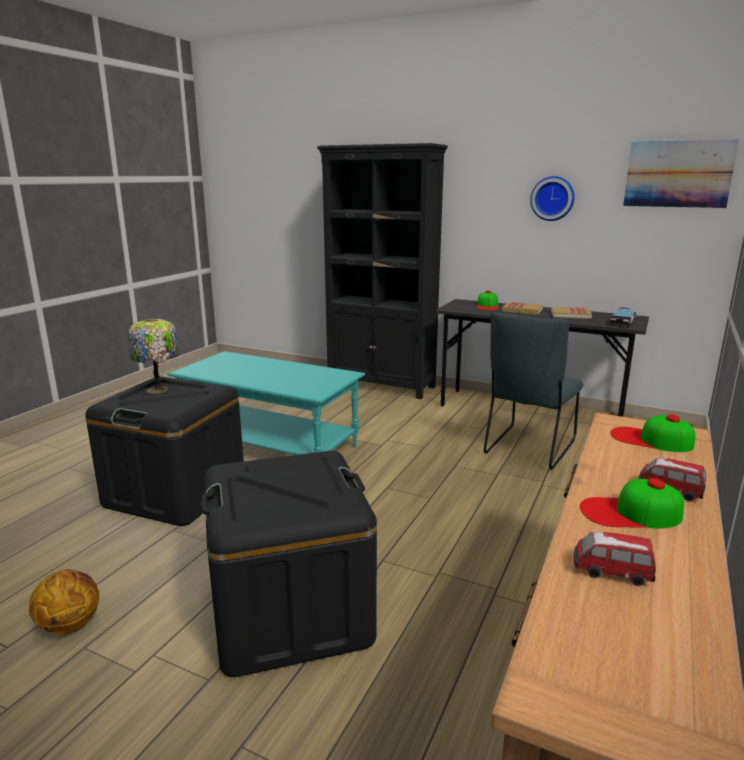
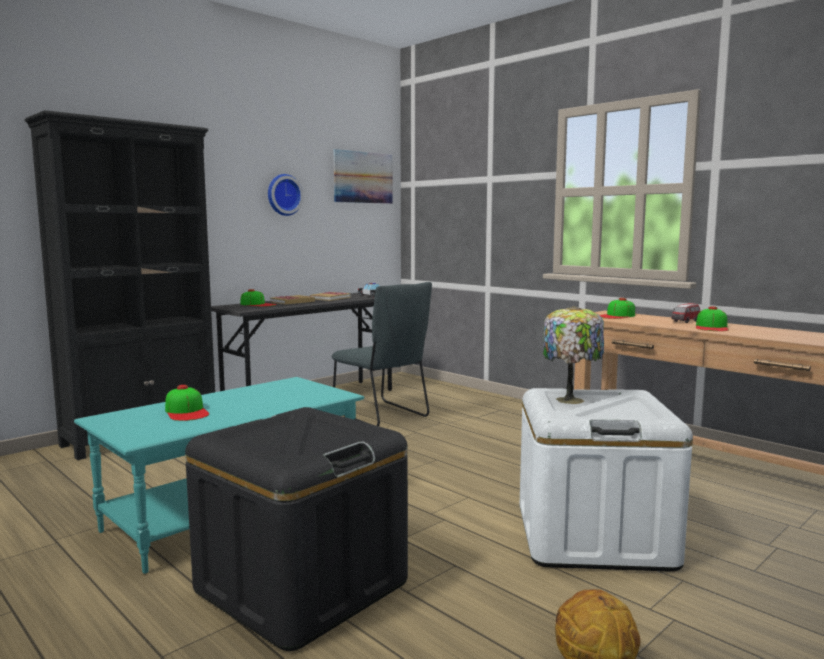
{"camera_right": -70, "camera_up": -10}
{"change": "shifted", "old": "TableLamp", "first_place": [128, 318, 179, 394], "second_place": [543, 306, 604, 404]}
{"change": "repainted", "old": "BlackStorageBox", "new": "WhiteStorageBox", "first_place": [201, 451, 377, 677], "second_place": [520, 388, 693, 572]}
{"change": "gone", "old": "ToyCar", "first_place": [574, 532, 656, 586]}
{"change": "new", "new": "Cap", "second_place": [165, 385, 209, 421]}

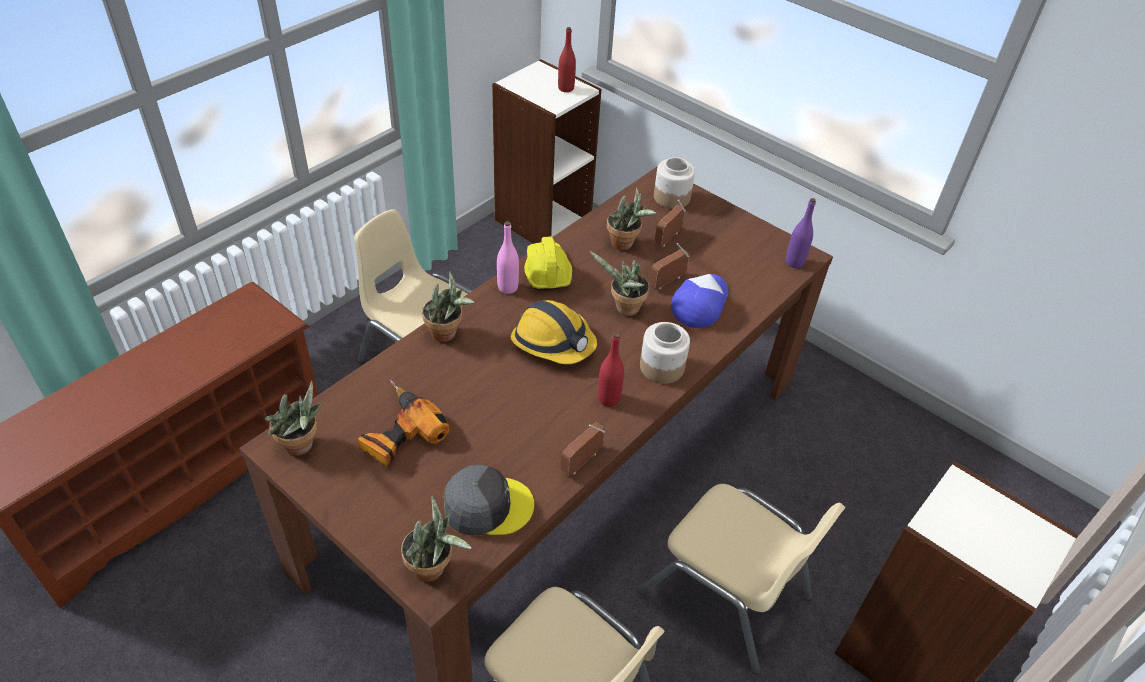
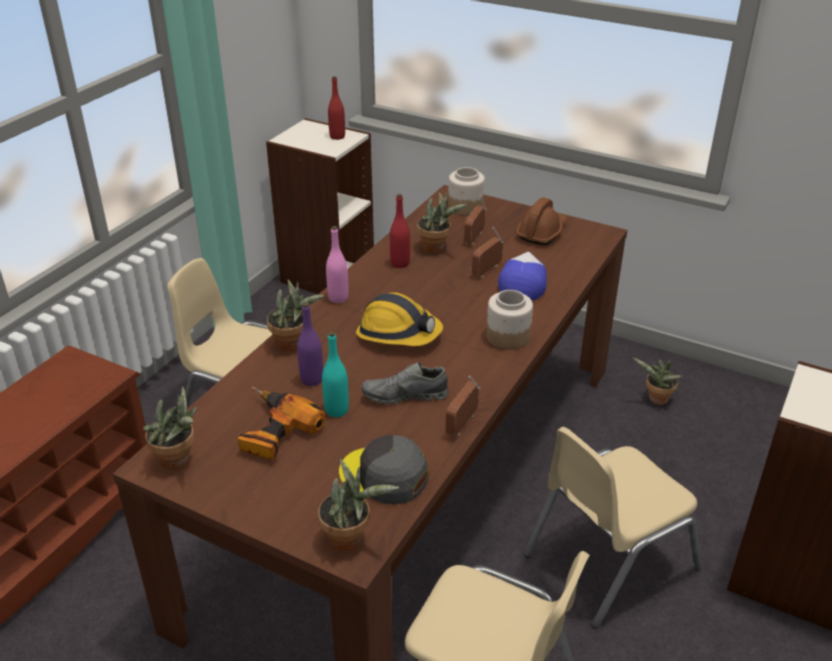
{"camera_right": -10, "camera_up": -10}
{"change": "rotated", "old": "GreyCap", "first_place": [444, 465, 534, 536], "second_place": [339, 435, 429, 505], "degrees": -135}
{"change": "gone", "old": "YellowHardHat", "first_place": [524, 237, 572, 289]}
{"change": "shifted", "old": "PottedPlant", "first_place": [589, 250, 649, 316], "second_place": [632, 357, 683, 405]}
{"change": "shifted", "old": "RedBottle", "first_place": [598, 333, 624, 407], "second_place": [390, 194, 410, 268]}
{"change": "rotated", "old": "BeigeChair", "first_place": [638, 484, 845, 675], "second_place": [524, 427, 701, 629], "degrees": 120}
{"change": "shifted", "old": "PurpleBottle", "first_place": [786, 198, 816, 268], "second_place": [297, 302, 323, 386]}
{"change": "new", "new": "TurquoiseBottle", "second_place": [322, 331, 349, 417]}
{"change": "new", "new": "GreyShoe", "second_place": [361, 362, 449, 405]}
{"change": "new", "new": "BrownHardHat", "second_place": [516, 198, 567, 245]}

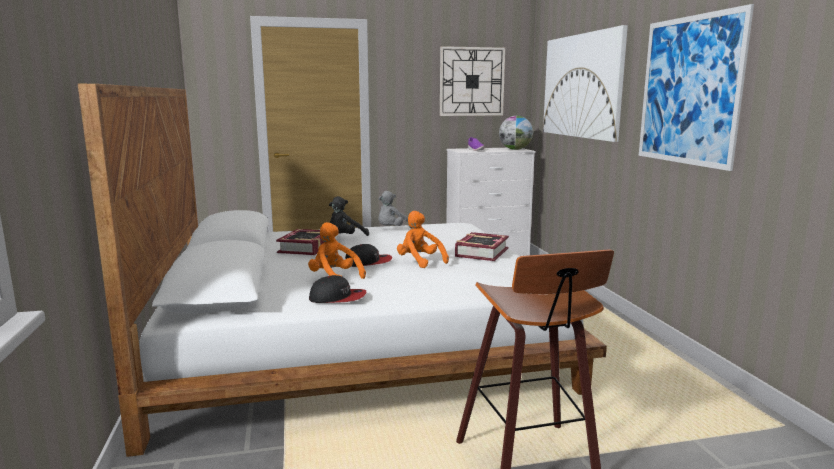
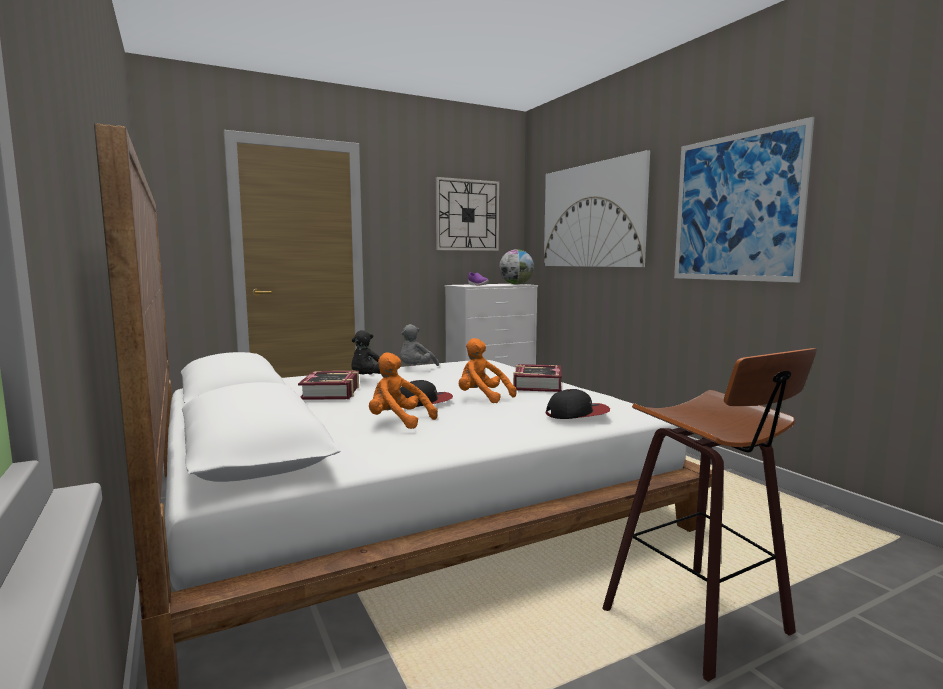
{"camera_right": -15, "camera_up": -5}
{"change": "shifted", "old": "Cap", "first_place": [309, 275, 367, 303], "second_place": [546, 389, 610, 419]}

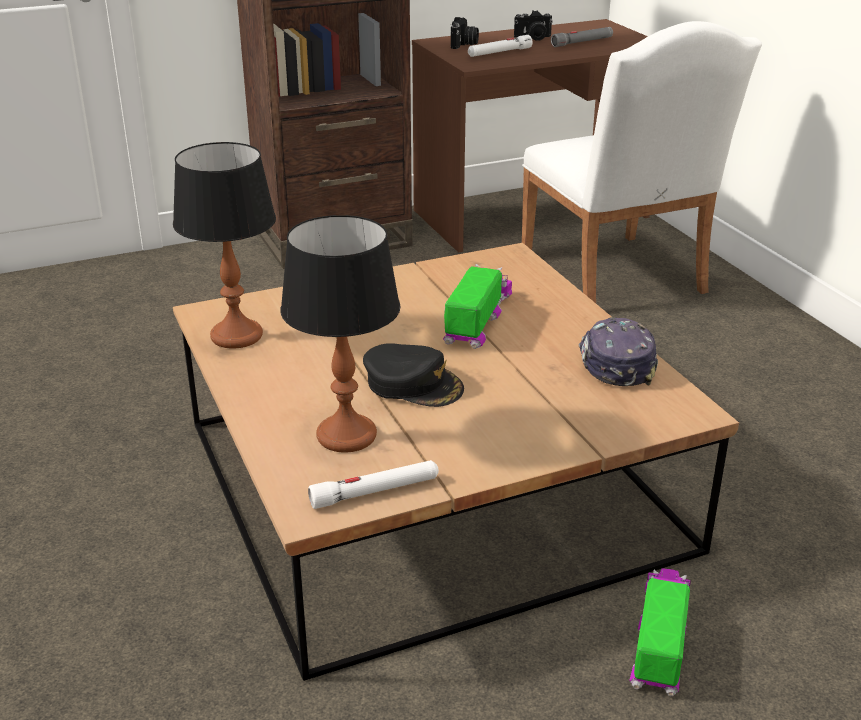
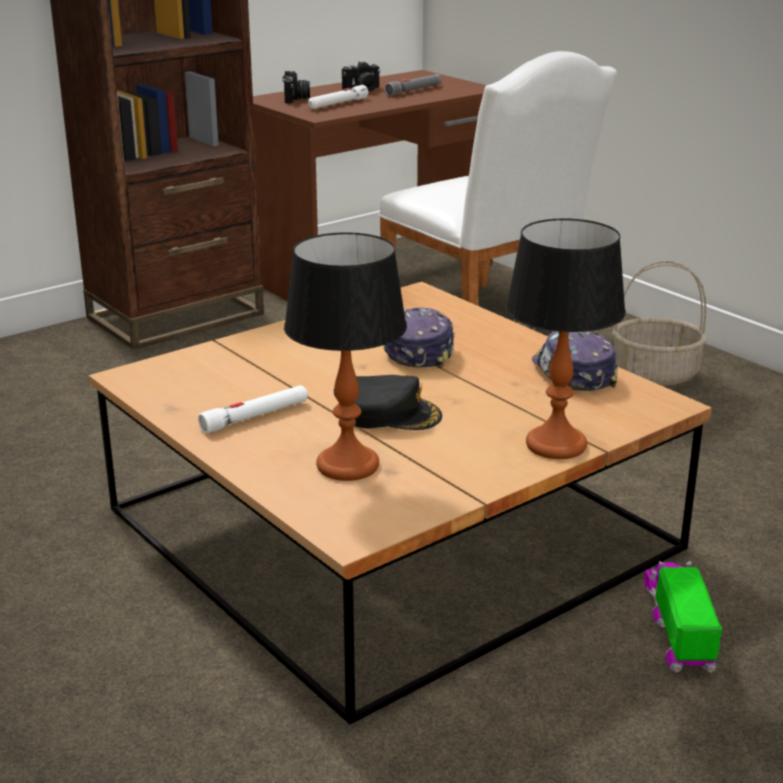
{"camera_right": -15, "camera_up": -5}
{"change": "shifted", "old": "TableLamp", "first_place": [173, 142, 276, 348], "second_place": [506, 219, 626, 459]}
{"change": "shifted", "old": "WhiteFlashlight", "first_place": [308, 460, 439, 509], "second_place": [198, 385, 308, 433]}
{"change": "swapped", "old": "ToyTruck", "new": "Cap", "first_place": [443, 264, 512, 349], "second_place": [383, 308, 455, 368]}
{"change": "new", "new": "Basket", "second_place": [612, 261, 707, 386]}

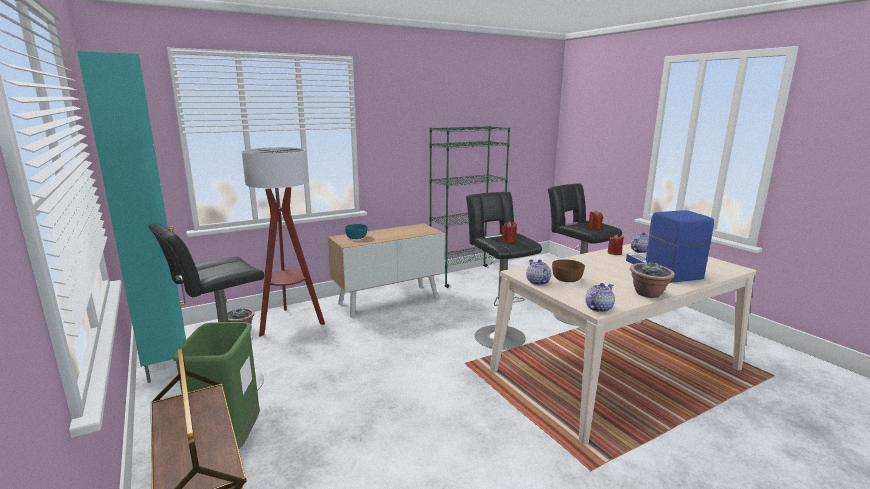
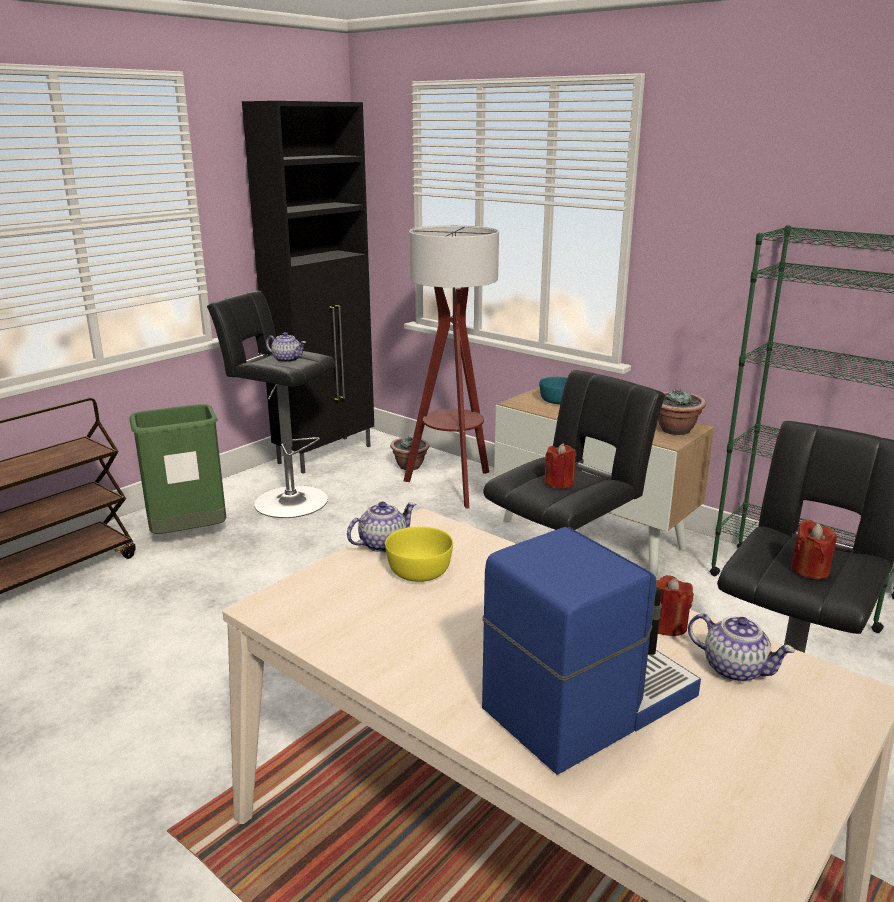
{"camera_right": 70, "camera_up": 5}
{"change": "repainted", "old": "TurquoiseCabinet", "new": "BlackCabinet", "first_place": [77, 51, 186, 383], "second_place": [242, 101, 374, 474]}
{"change": "repainted", "old": "BrownBowl", "new": "YellowBowl", "first_place": [552, 259, 585, 282], "second_place": [385, 526, 453, 582]}
{"change": "shifted", "old": "Teapot", "first_place": [585, 283, 615, 312], "second_place": [266, 332, 306, 363]}
{"change": "shifted", "old": "PottedPlant", "first_place": [630, 261, 675, 298], "second_place": [658, 390, 706, 435]}

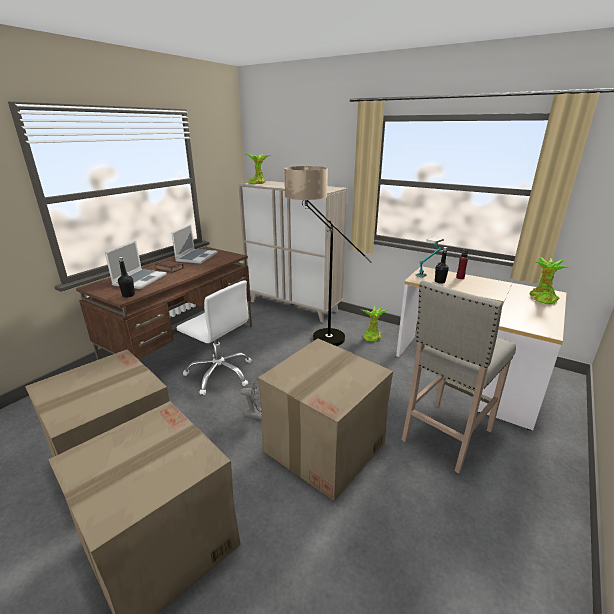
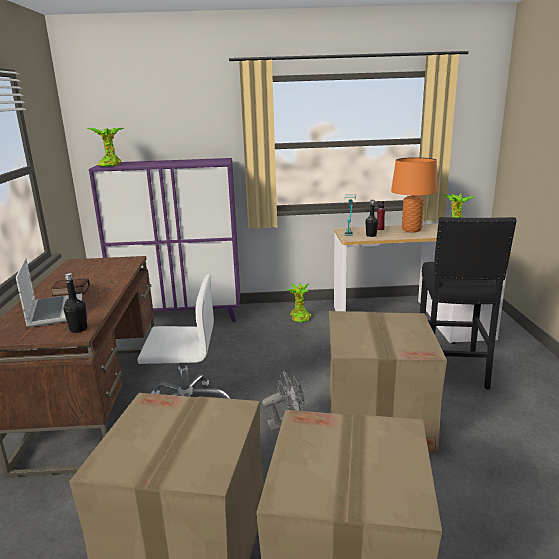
{"camera_right": -35, "camera_up": -5}
{"change": "gone", "old": "Laptop", "first_place": [171, 224, 218, 264]}
{"change": "repainted", "old": "BeigeCabinet", "new": "PurpleCabinet", "first_place": [239, 181, 348, 323], "second_place": [89, 158, 240, 322]}
{"change": "gone", "old": "FloorLamp", "first_place": [284, 166, 372, 346]}
{"change": "repainted", "old": "BeigeStool", "new": "BlackStool", "first_place": [402, 280, 516, 473], "second_place": [420, 217, 517, 390]}
{"change": "new", "new": "OrangeTableLamp", "second_place": [391, 157, 438, 232]}

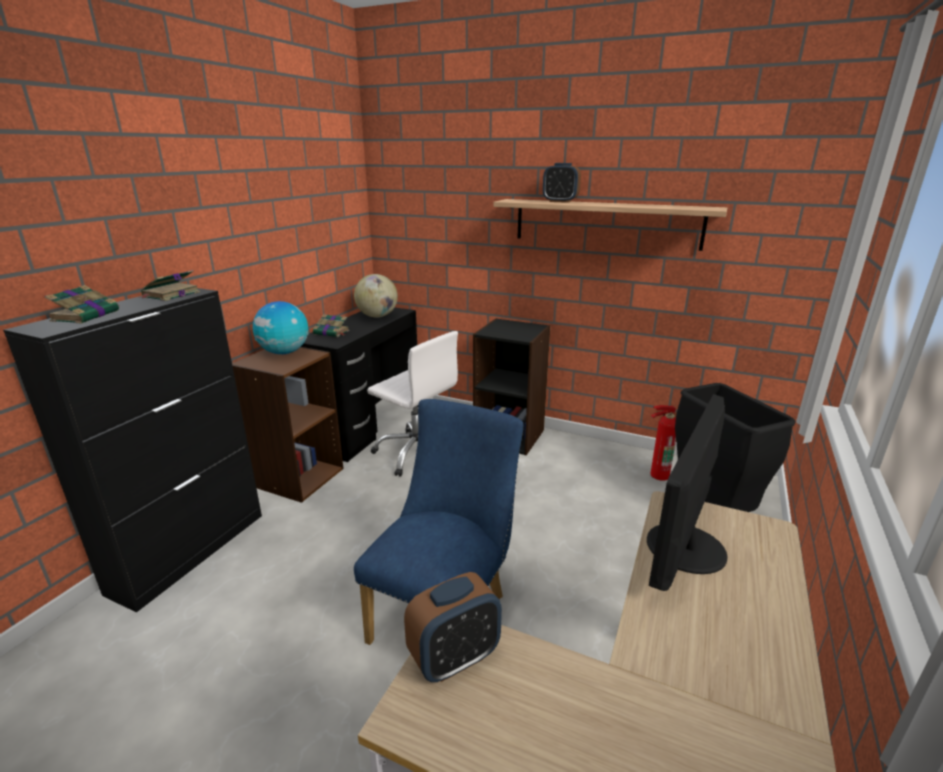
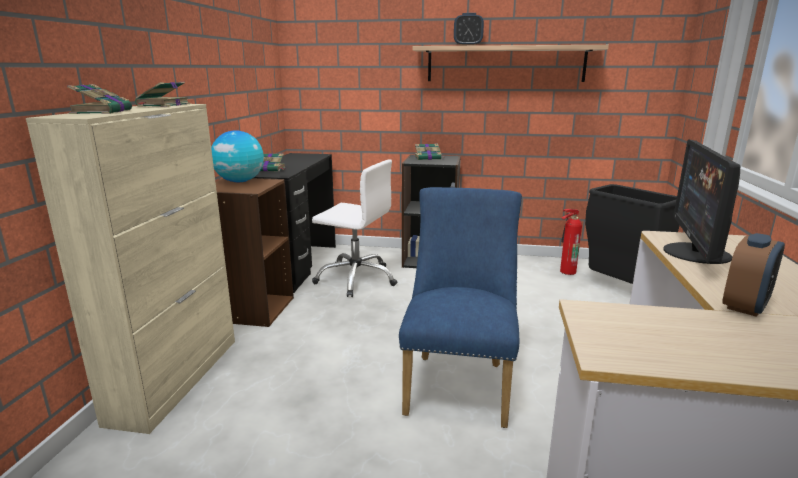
{"camera_right": -15, "camera_up": -5}
{"change": "repainted", "old": "BlackCabinet", "new": "BeigeCabinet", "first_place": [3, 288, 262, 613], "second_place": [26, 104, 235, 434]}
{"change": "gone", "old": "Globe", "first_place": [354, 274, 398, 318]}
{"change": "shifted", "old": "AlarmClock", "first_place": [404, 572, 502, 682], "second_place": [722, 233, 785, 317]}
{"change": "new", "new": "Book", "second_place": [414, 144, 445, 160]}

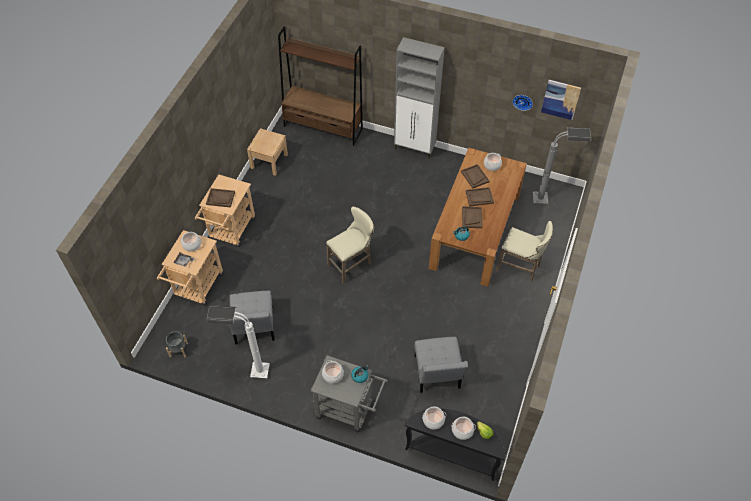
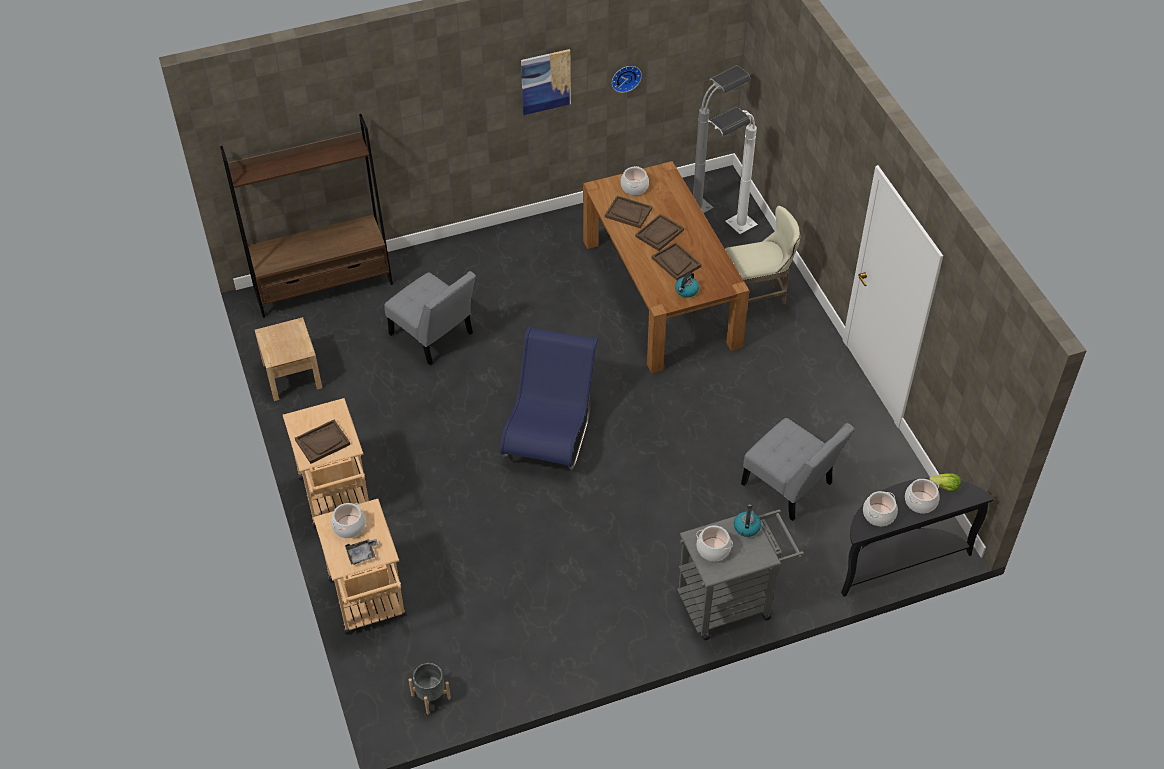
{"camera_right": -40, "camera_up": -5}
{"change": "shifted", "old": "WhiteFloorLamp", "first_place": [207, 305, 270, 378], "second_place": [707, 107, 758, 234]}
{"change": "shifted", "old": "GreyChair", "first_place": [228, 291, 275, 345], "second_place": [384, 271, 476, 365]}
{"change": "swapped", "old": "BeigeStool", "new": "BlueChair", "first_place": [326, 206, 374, 284], "second_place": [500, 326, 598, 470]}
{"change": "gone", "old": "GreyCabinet", "first_place": [394, 37, 445, 159]}
{"change": "shifted", "old": "Picture", "first_place": [541, 80, 581, 120], "second_place": [521, 49, 571, 115]}

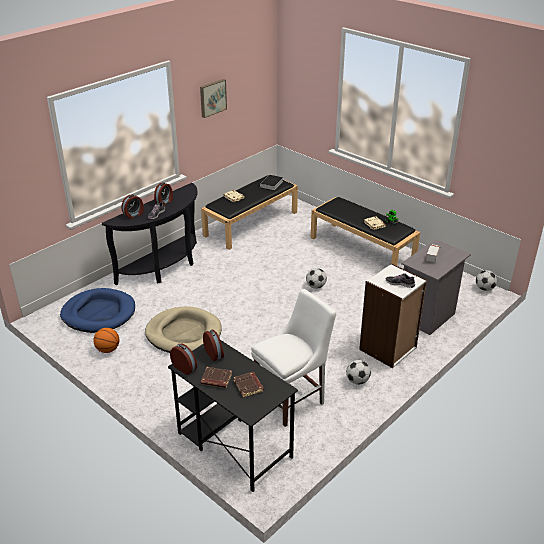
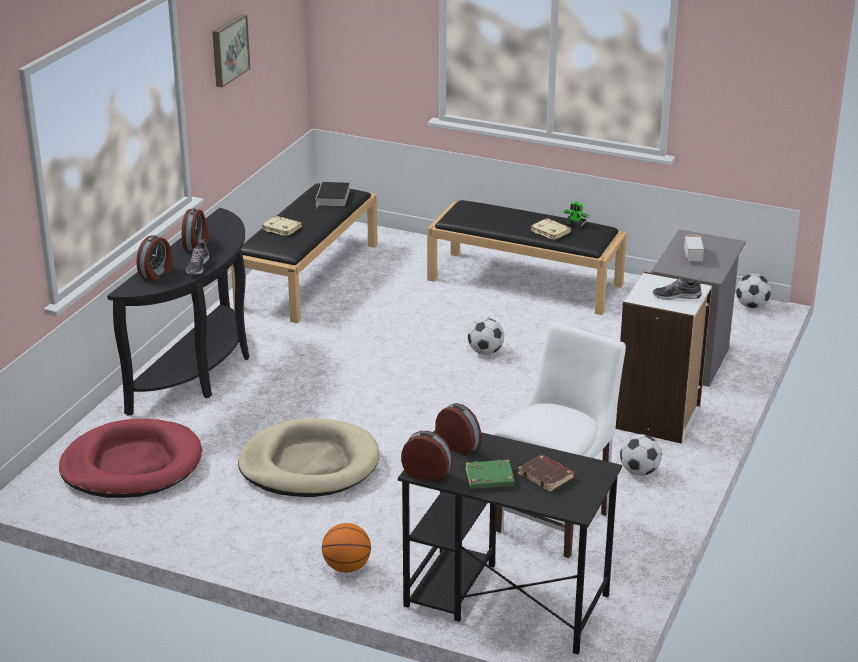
{"camera_right": -20, "camera_up": -5}
{"change": "repainted", "old": "BlueDogBed", "new": "RedDogBed", "first_place": [60, 288, 135, 333], "second_place": [59, 419, 202, 498]}
{"change": "shifted", "old": "Basketball", "first_place": [93, 328, 119, 353], "second_place": [322, 523, 371, 573]}
{"change": "repainted", "old": "BrownBook", "new": "GreenBook", "first_place": [201, 367, 232, 388], "second_place": [465, 460, 515, 489]}

